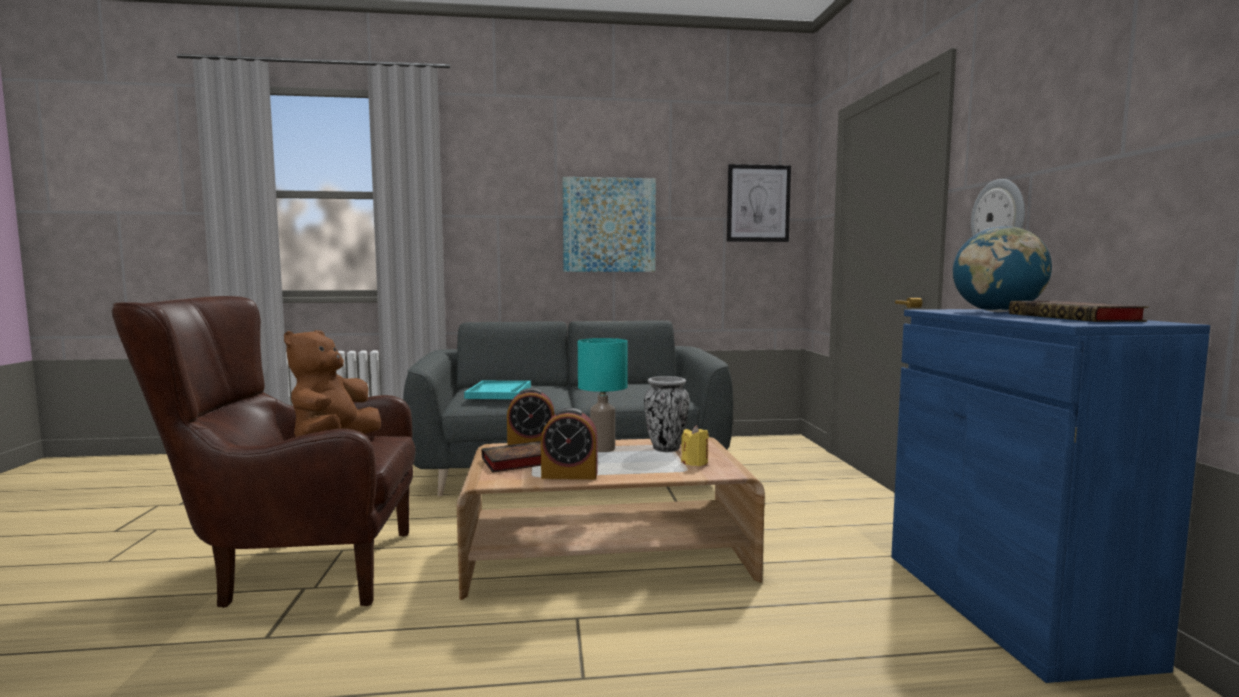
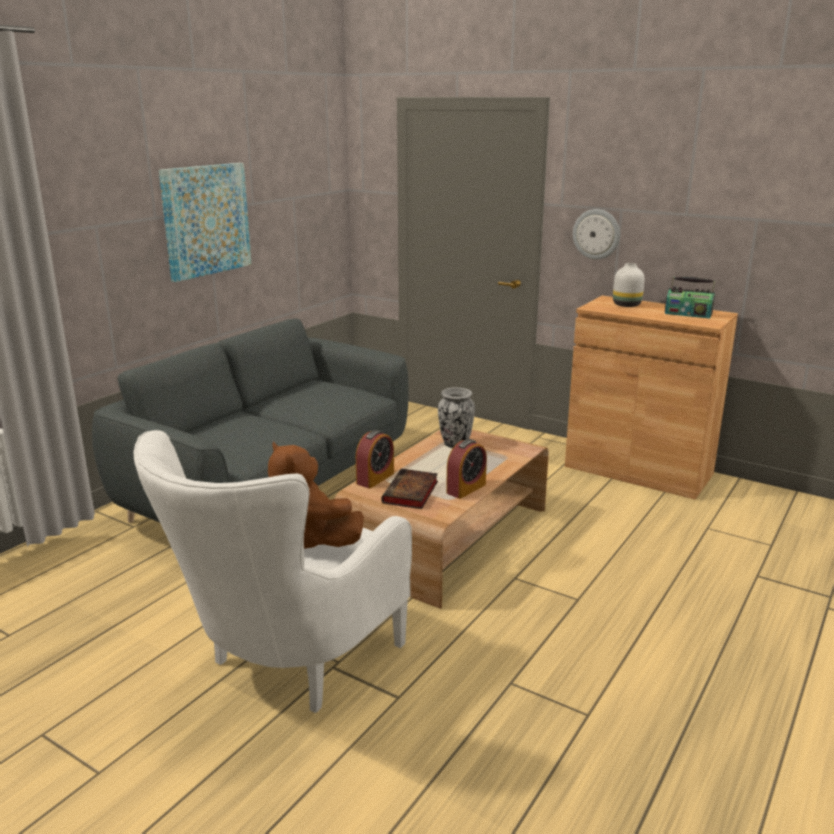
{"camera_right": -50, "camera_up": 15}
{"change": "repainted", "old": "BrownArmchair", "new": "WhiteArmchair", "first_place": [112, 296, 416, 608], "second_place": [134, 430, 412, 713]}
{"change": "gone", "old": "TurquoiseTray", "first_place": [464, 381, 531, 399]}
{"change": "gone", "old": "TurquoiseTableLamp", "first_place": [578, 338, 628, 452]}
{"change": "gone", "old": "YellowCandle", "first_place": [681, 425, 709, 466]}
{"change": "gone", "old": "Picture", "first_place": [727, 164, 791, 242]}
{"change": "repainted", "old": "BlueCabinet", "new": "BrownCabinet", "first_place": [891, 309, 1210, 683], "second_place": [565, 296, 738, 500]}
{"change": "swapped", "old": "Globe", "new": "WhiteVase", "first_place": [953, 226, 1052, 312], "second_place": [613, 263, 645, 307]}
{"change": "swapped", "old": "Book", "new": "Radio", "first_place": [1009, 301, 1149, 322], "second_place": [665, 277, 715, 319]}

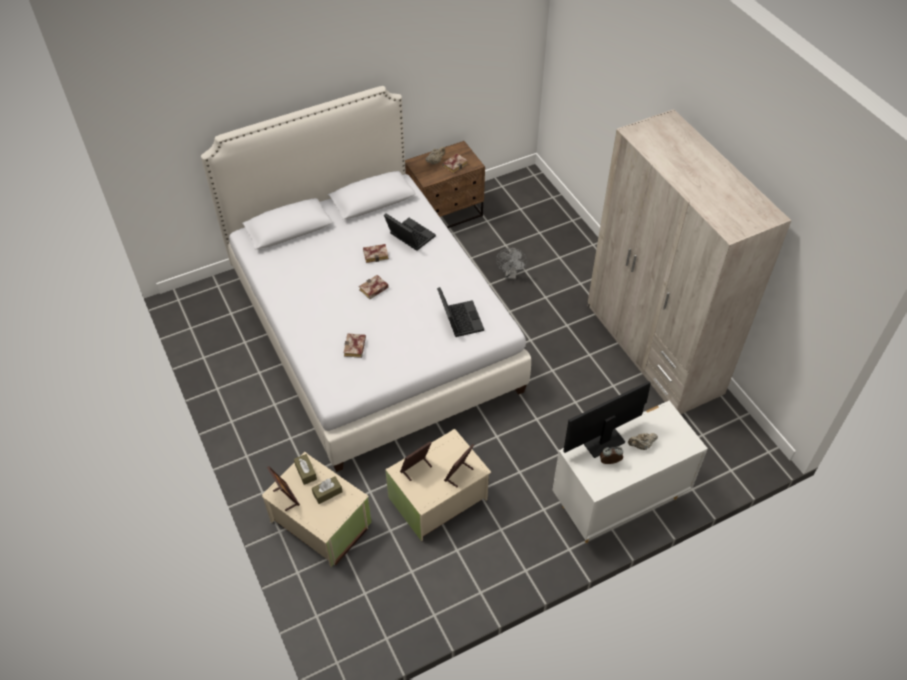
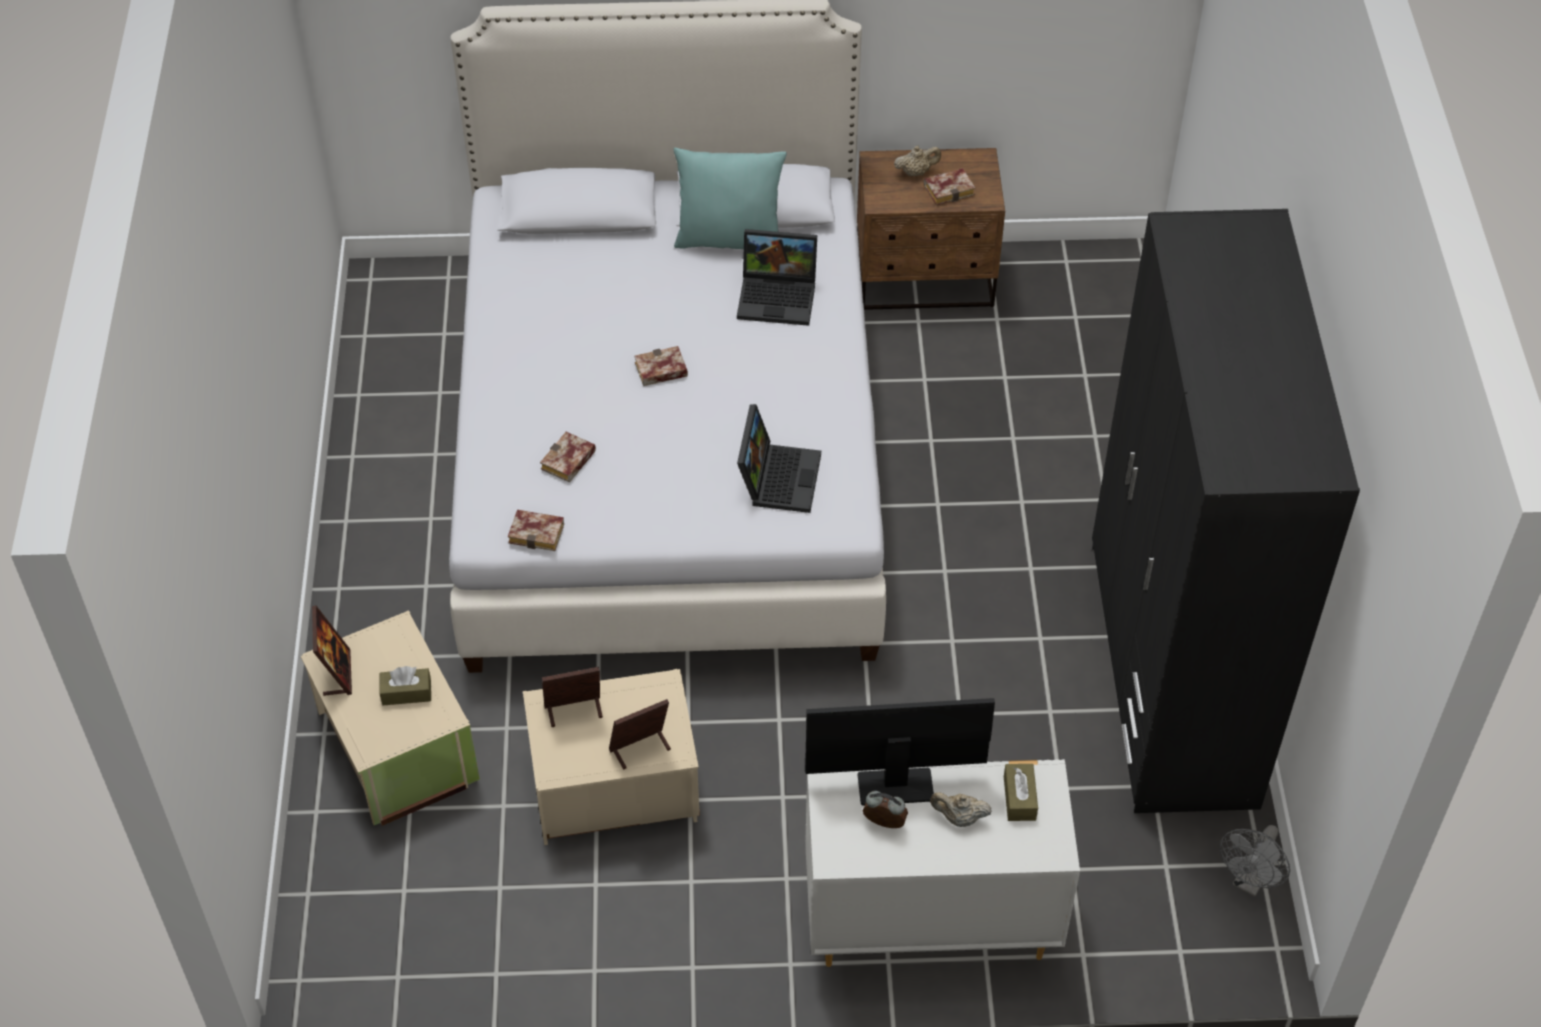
{"camera_right": 25, "camera_up": 0}
{"change": "shifted", "old": "BrownTissueBox", "first_place": [294, 454, 317, 485], "second_place": [1004, 764, 1038, 821]}
{"change": "shifted", "old": "Book", "first_place": [363, 244, 389, 263], "second_place": [508, 510, 564, 551]}
{"change": "rotated", "old": "Laptop", "first_place": [384, 214, 436, 251], "second_place": [737, 229, 817, 326], "degrees": 120}
{"change": "shifted", "old": "GreyFan", "first_place": [496, 248, 527, 279], "second_place": [1220, 825, 1290, 896]}
{"change": "repainted", "old": "BeigeWardrobe", "new": "BlackWardrobe", "first_place": [587, 109, 792, 414], "second_place": [1092, 209, 1360, 813]}
{"change": "new", "new": "TurquoisePillow", "second_place": [674, 148, 787, 249]}

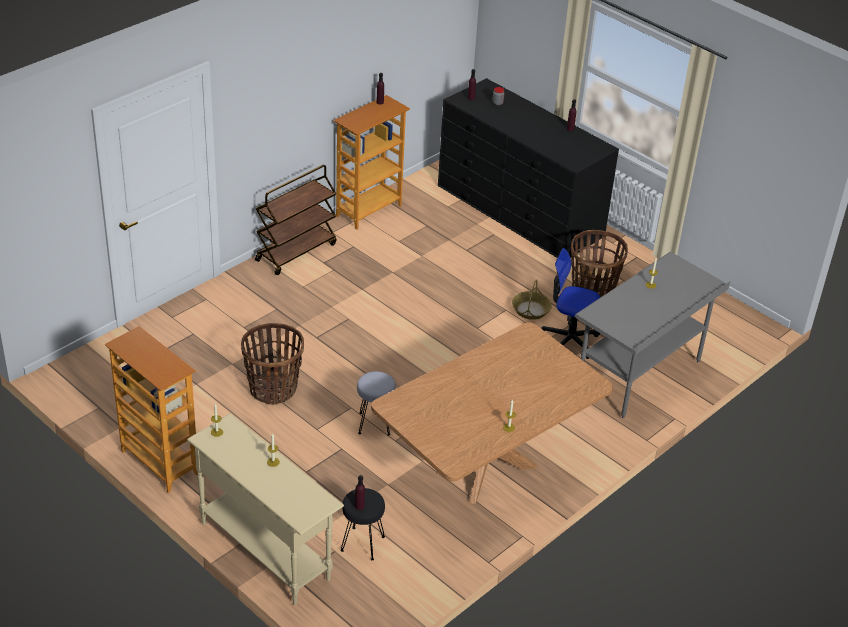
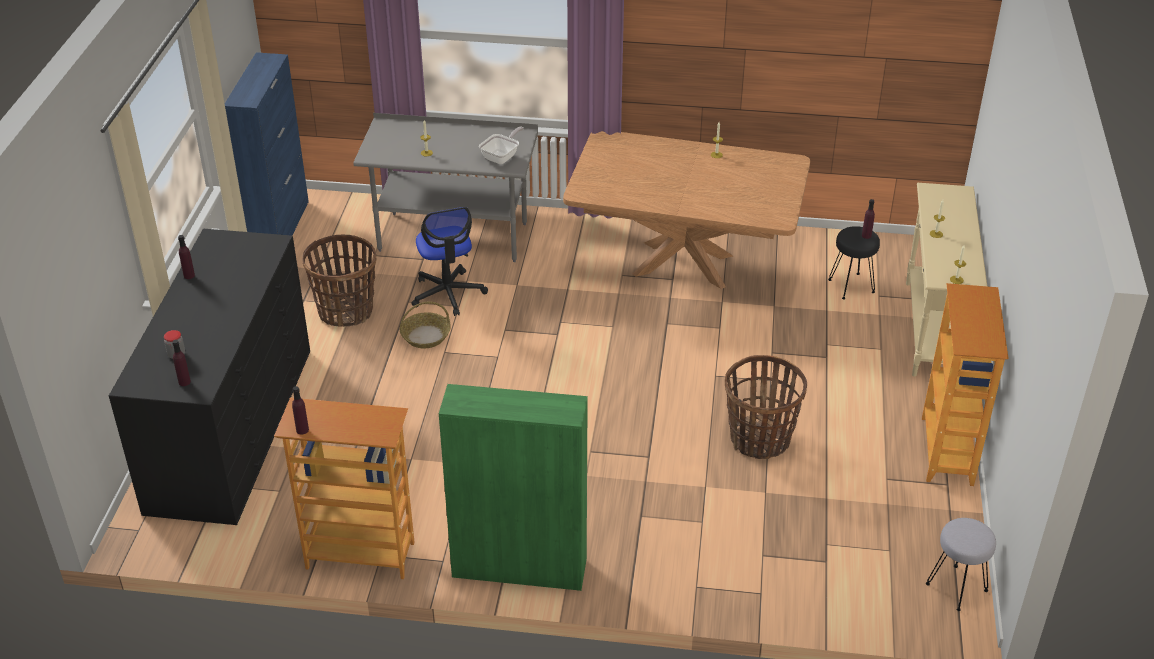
{"camera_right": -125, "camera_up": 0}
{"change": "swapped", "old": "BrownCart", "new": "GreenCabinet", "first_place": [255, 165, 337, 275], "second_place": [439, 384, 588, 591]}
{"change": "shifted", "old": "GreyStool", "first_place": [357, 371, 396, 436], "second_place": [926, 518, 996, 611]}
{"change": "new", "new": "BlueCabinet", "second_place": [225, 52, 309, 236]}
{"change": "new", "new": "FryingPan", "second_place": [479, 127, 524, 164]}

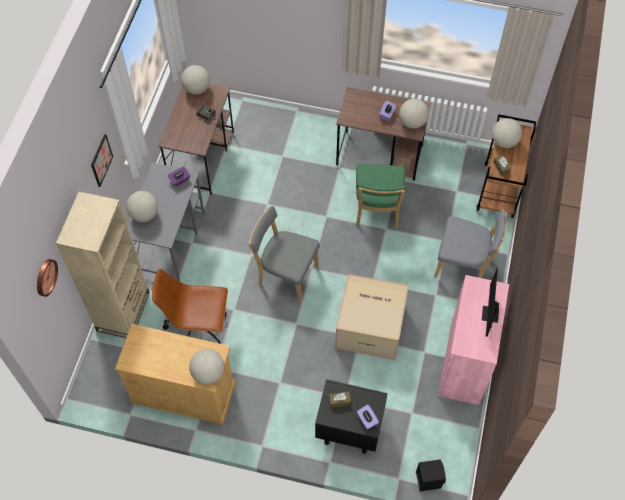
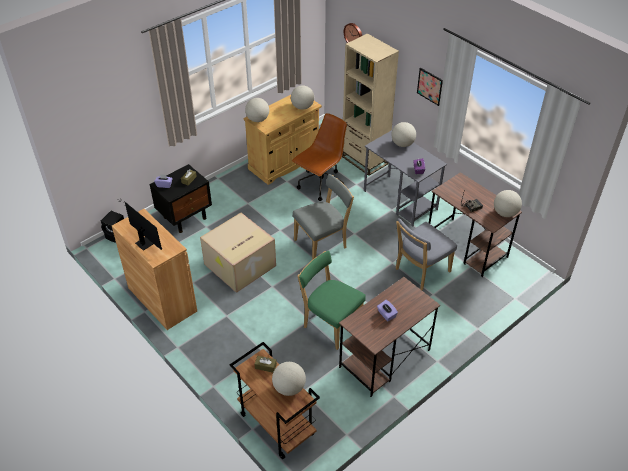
{"camera_right": 125, "camera_up": -15}
{"change": "shifted", "old": "Globe", "first_place": [399, 99, 429, 129], "second_place": [291, 85, 314, 110]}
{"change": "shifted", "old": "GreyChair", "first_place": [434, 209, 508, 278], "second_place": [396, 218, 457, 290]}
{"change": "repainted", "old": "PinkCabinet", "new": "BrownCabinet", "first_place": [438, 275, 509, 405], "second_place": [112, 209, 197, 330]}

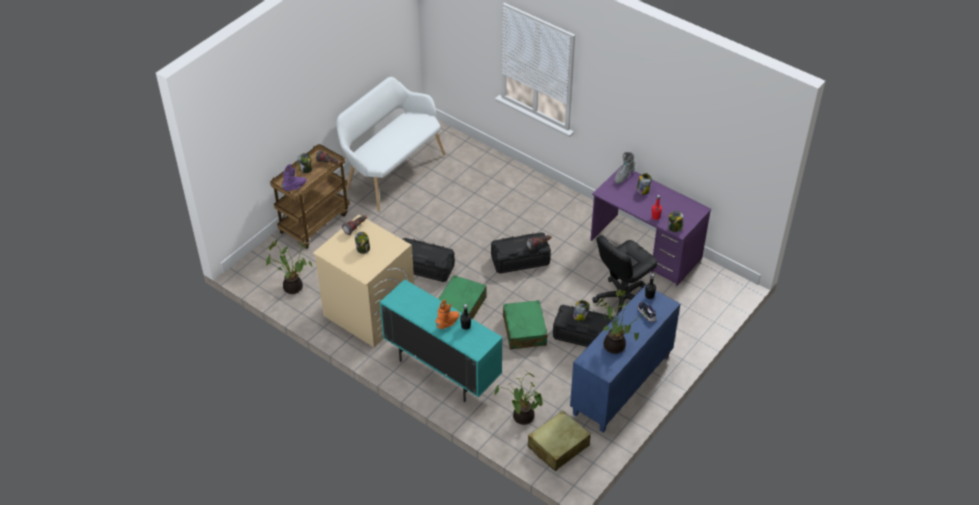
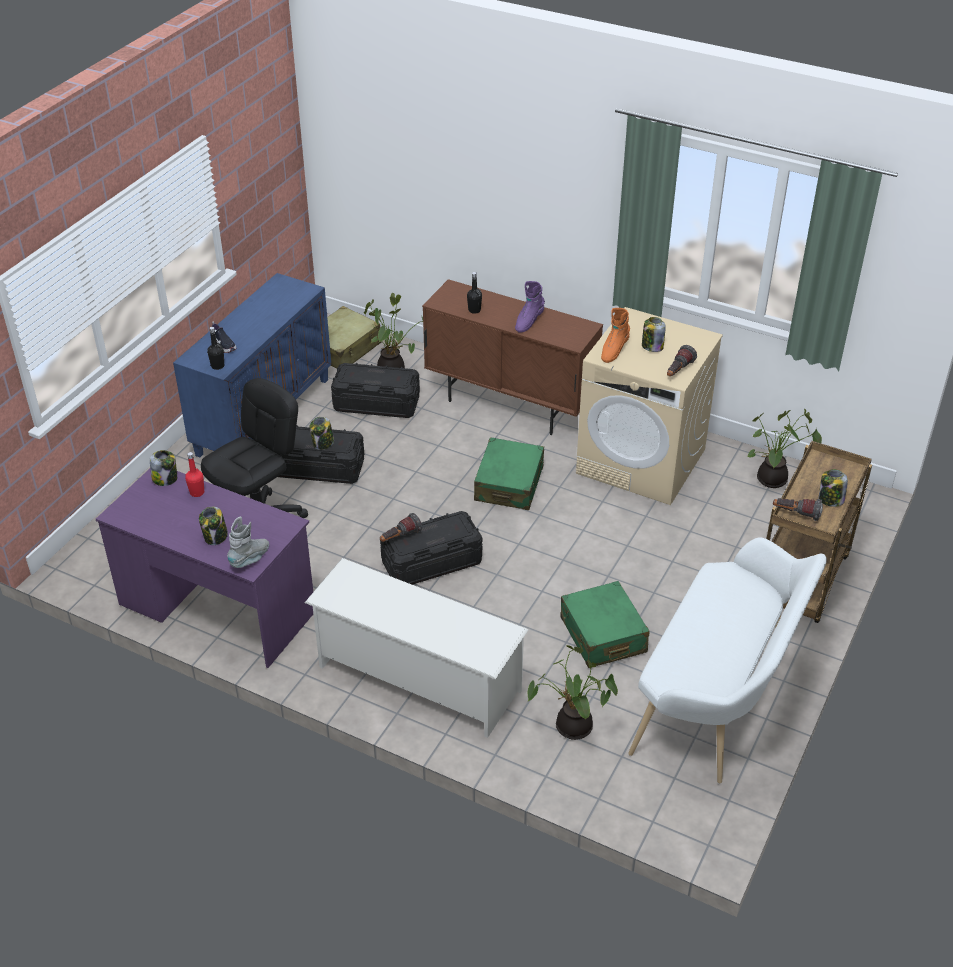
{"camera_right": 170, "camera_up": -5}
{"change": "shifted", "old": "PurpleBoot", "first_place": [282, 164, 307, 191], "second_place": [515, 281, 545, 333]}
{"change": "repainted", "old": "TurquoiseCabinet", "new": "BrownCabinet", "first_place": [380, 279, 503, 402], "second_place": [422, 279, 603, 435]}
{"change": "shifted", "old": "BlackStorageBox", "first_place": [402, 238, 455, 282], "second_place": [331, 363, 420, 418]}
{"change": "shifted", "old": "OrangeBoot", "first_place": [435, 300, 460, 329], "second_place": [601, 308, 630, 363]}
{"change": "shifted", "old": "GreenSuitcase", "first_place": [503, 300, 548, 350], "second_place": [561, 581, 649, 668]}
{"change": "shifted", "old": "PottedPlant", "first_place": [596, 289, 648, 354], "second_place": [527, 645, 618, 740]}
{"change": "new", "new": "WhiteShoeRack", "second_place": [305, 558, 529, 738]}

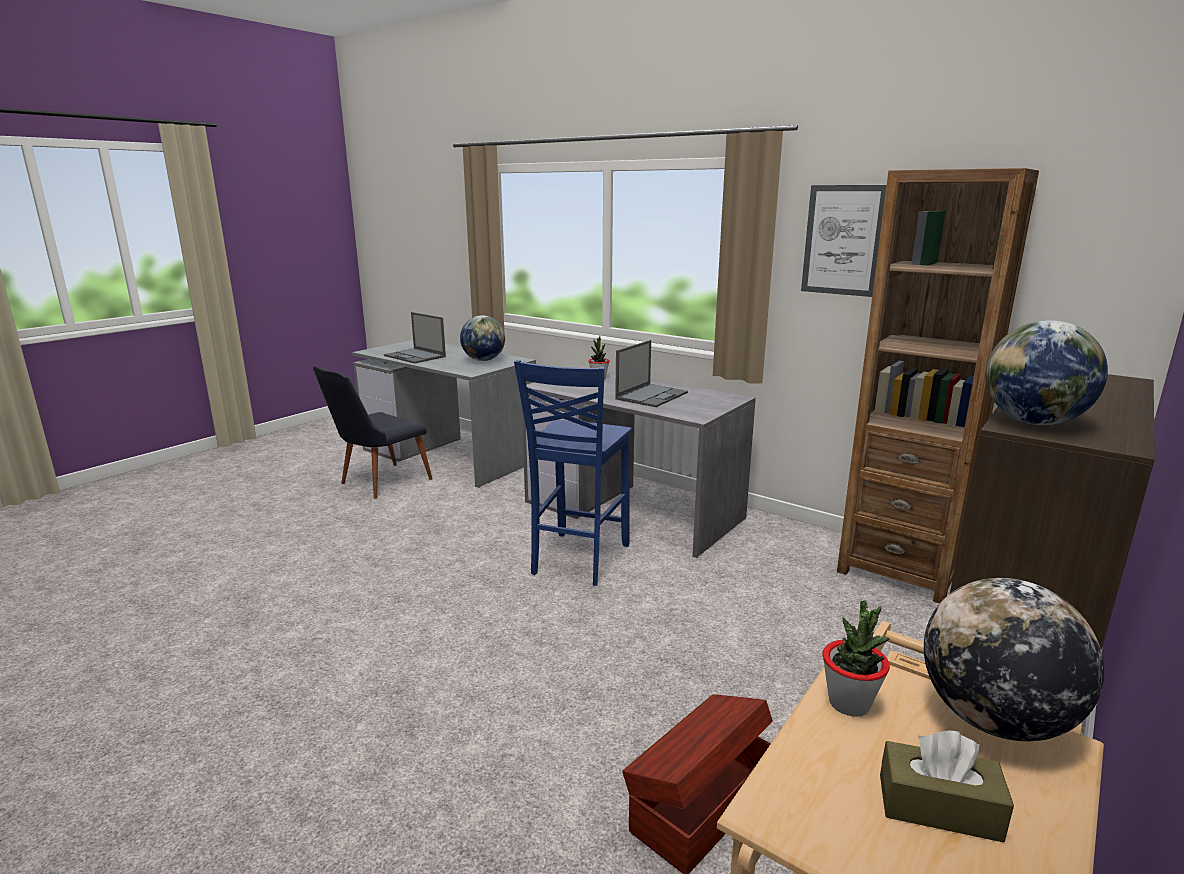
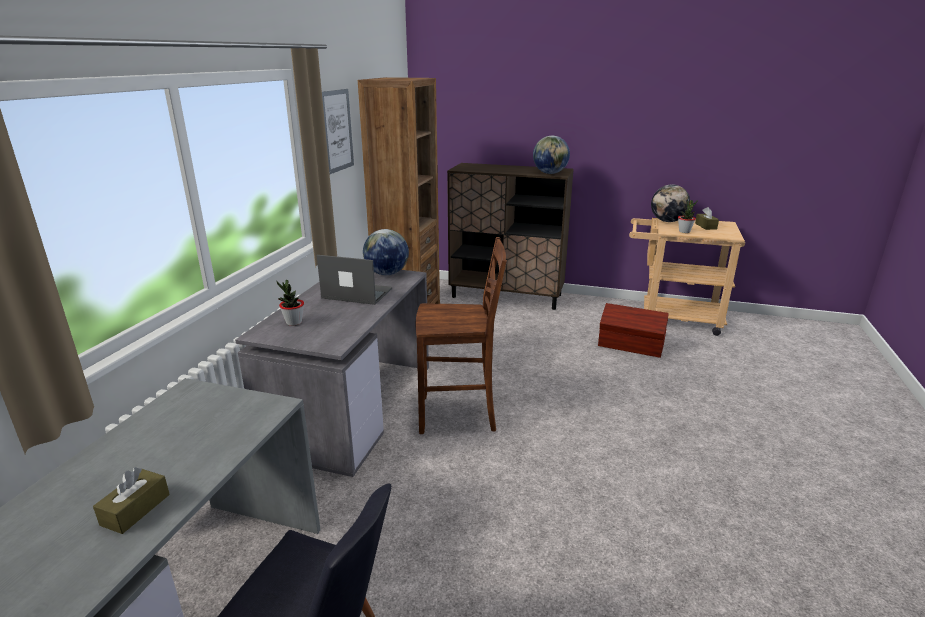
{"camera_right": -110, "camera_up": 5}
{"change": "swapped", "old": "Laptop", "new": "BrownTissueBox", "first_place": [384, 312, 446, 364], "second_place": [93, 467, 170, 534]}
{"change": "shifted", "old": "Globe", "first_place": [460, 315, 505, 361], "second_place": [363, 229, 409, 275]}
{"change": "repainted", "old": "BlueChair", "new": "BrownChair", "first_place": [514, 360, 632, 586], "second_place": [416, 237, 507, 434]}

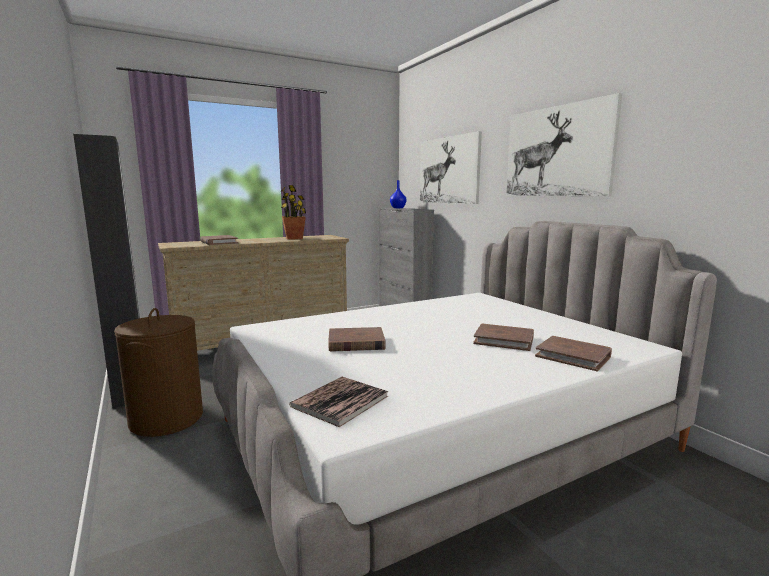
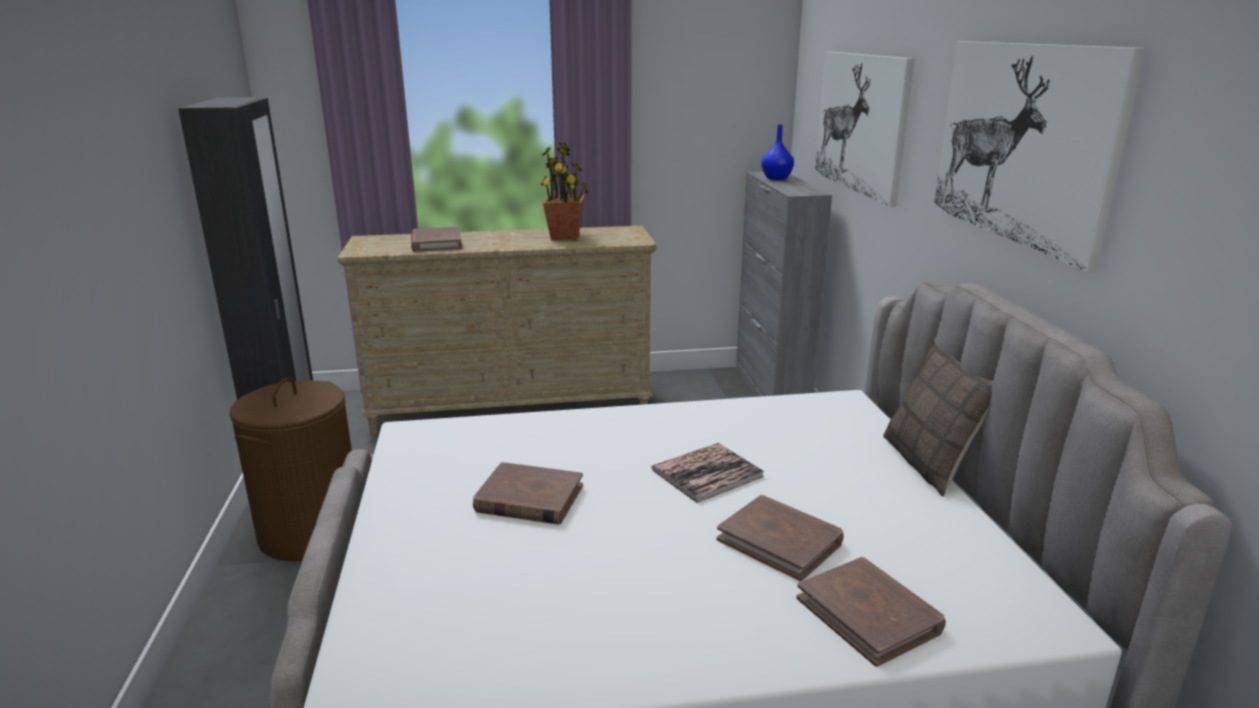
{"camera_right": 20, "camera_up": 10}
{"change": "shifted", "old": "Book", "first_place": [289, 377, 389, 427], "second_place": [652, 443, 764, 503]}
{"change": "new", "new": "Pillow", "second_place": [883, 338, 993, 497]}

